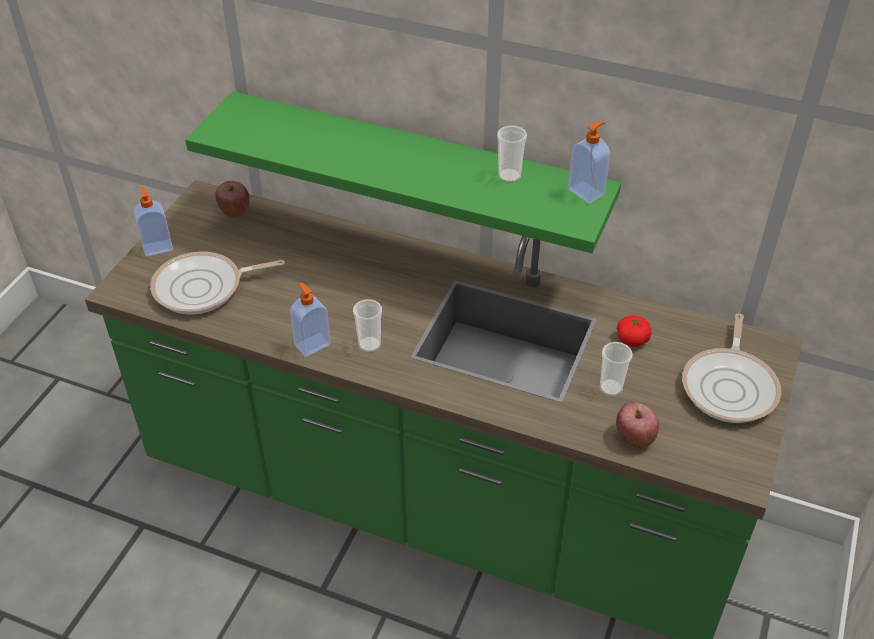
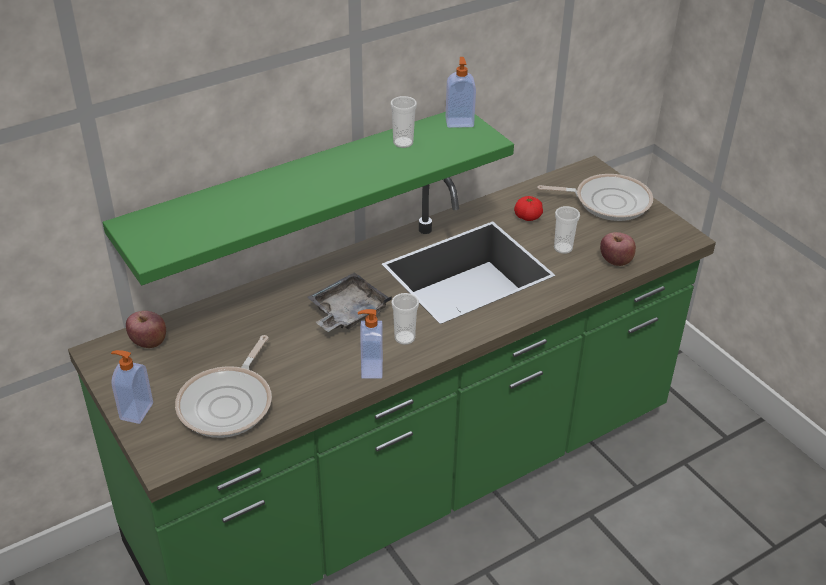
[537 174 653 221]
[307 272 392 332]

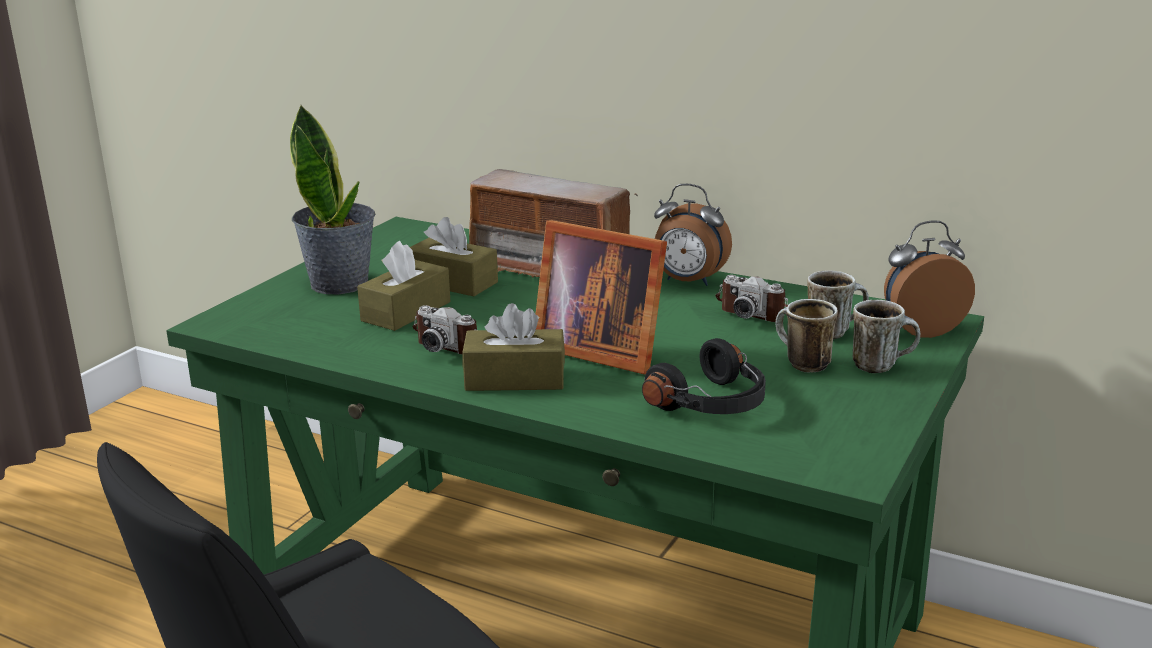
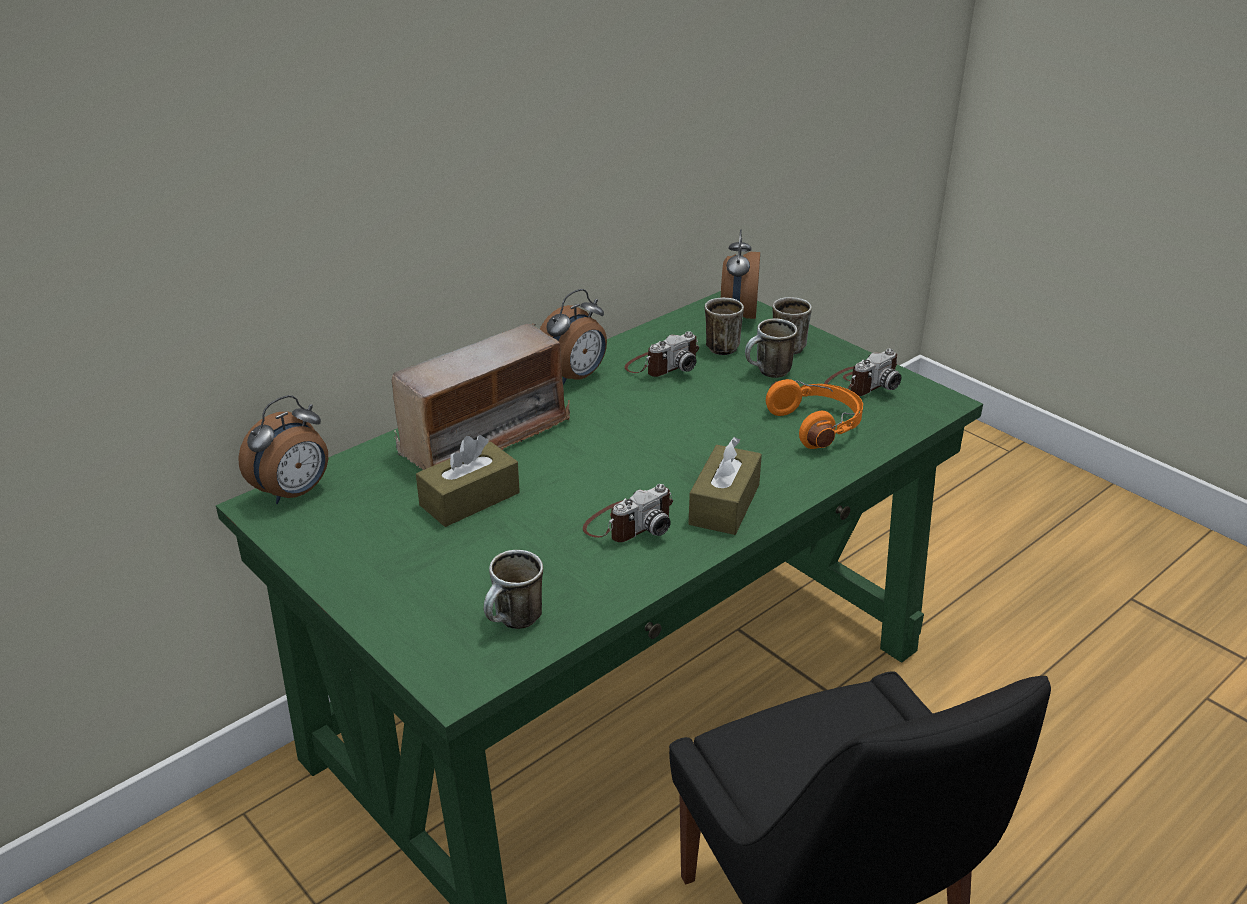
[290 105 375 294] (first image)
[536 220 667 374] (first image)
[357 241 451 331] (first image)
[766 379 863 449]
[824 349 901 396]
[238 395 328 504]
[484 550 543 629]

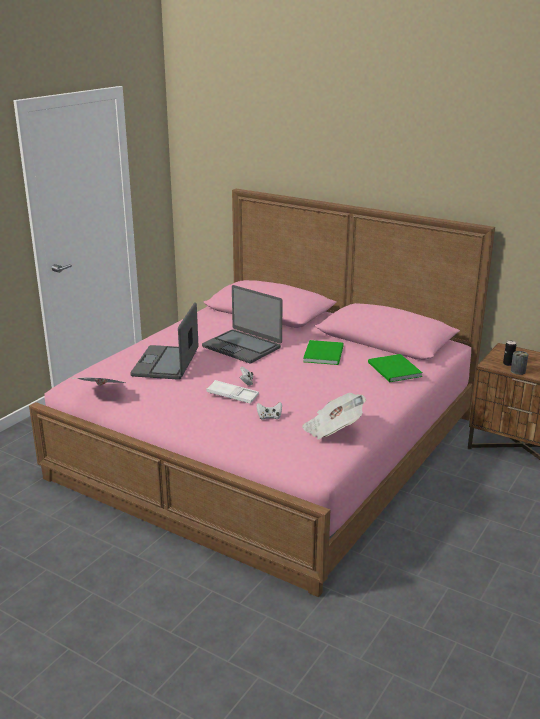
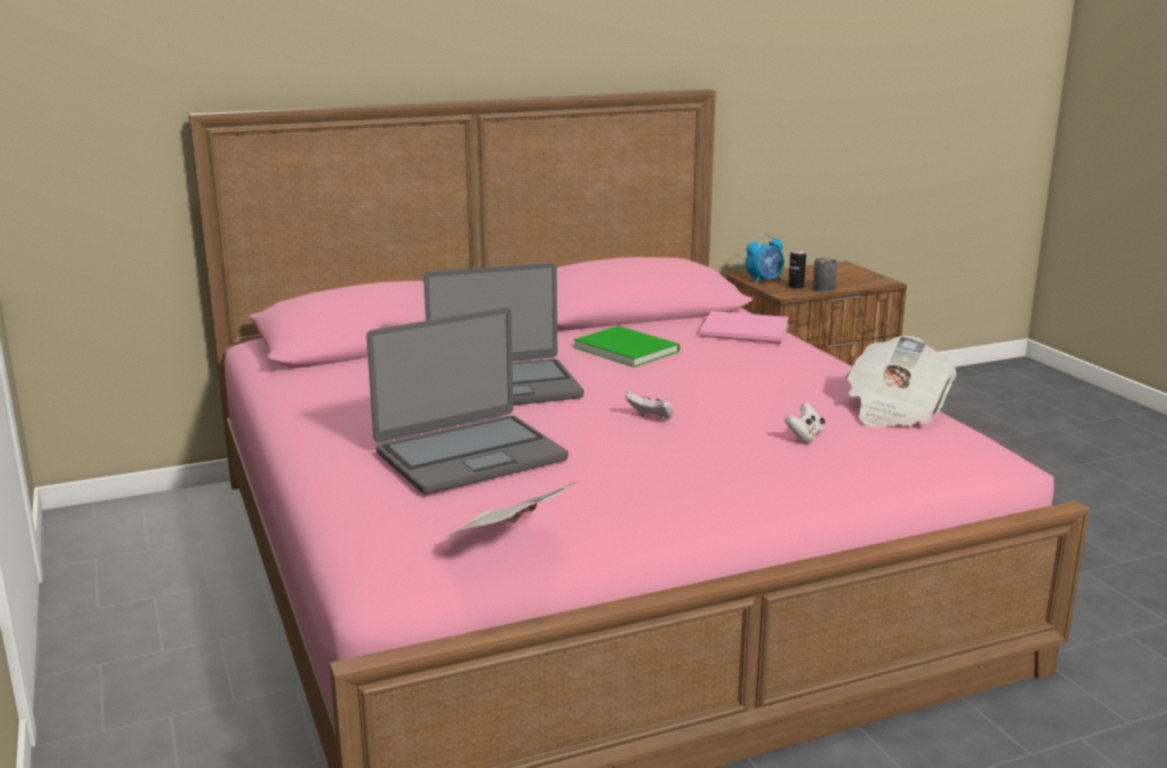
[367 307 568 495]
[700 311 789 343]
[206 380 259 404] (first image)
[746 233 784 284]

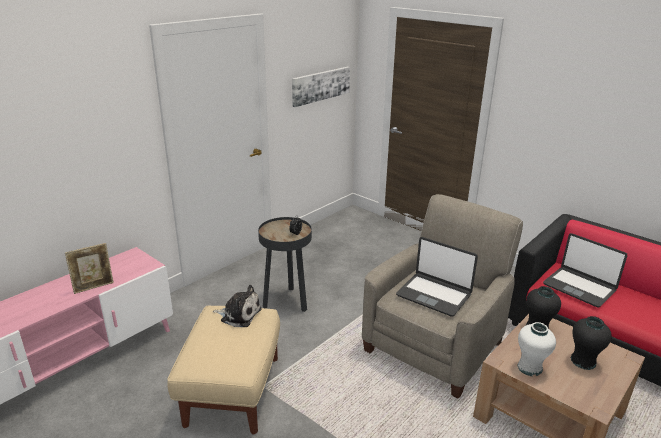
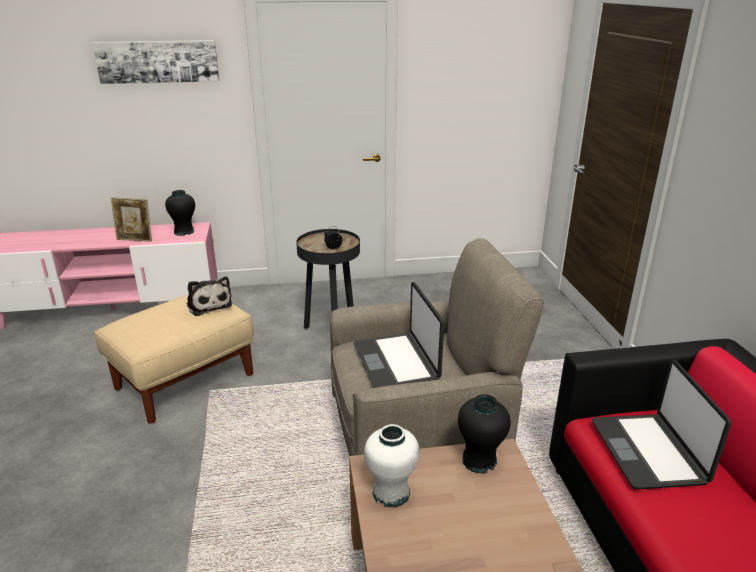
[92 40 219 84]
[165 190 195 236]

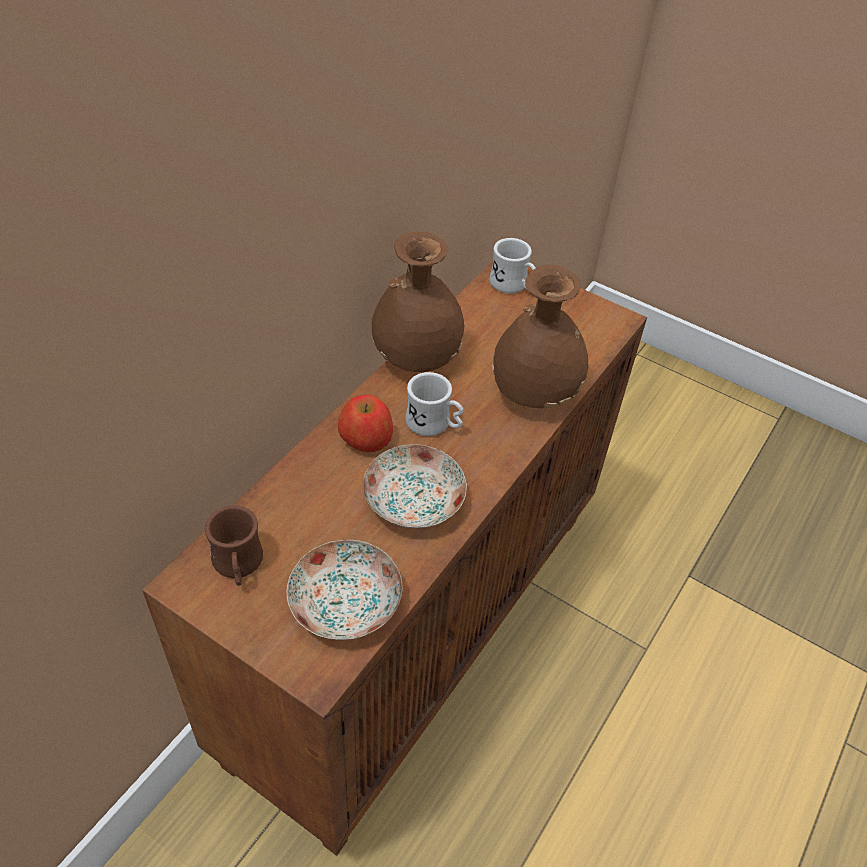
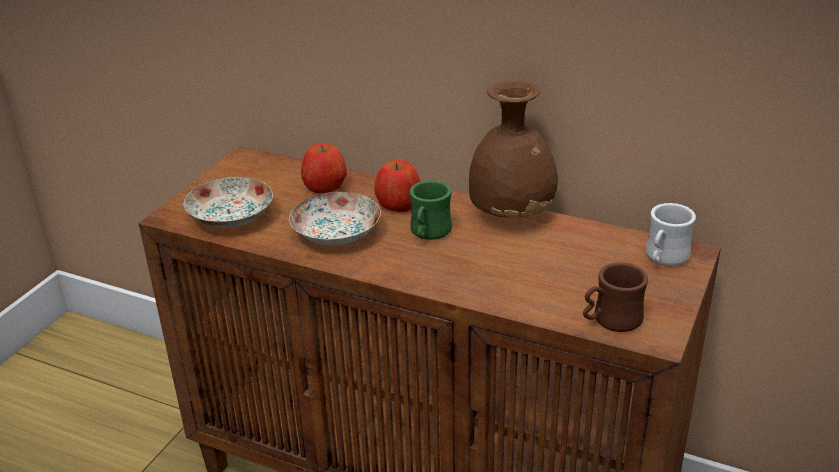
[493 265 588 408] (first image)
[410 180 452 240]
[583 262 648 332]
[301 143 347 193]

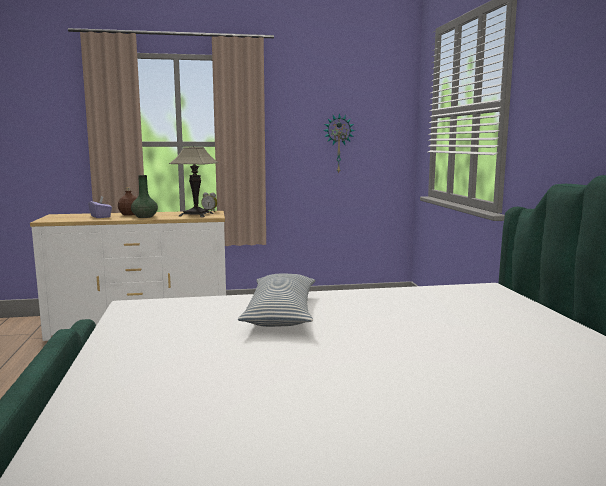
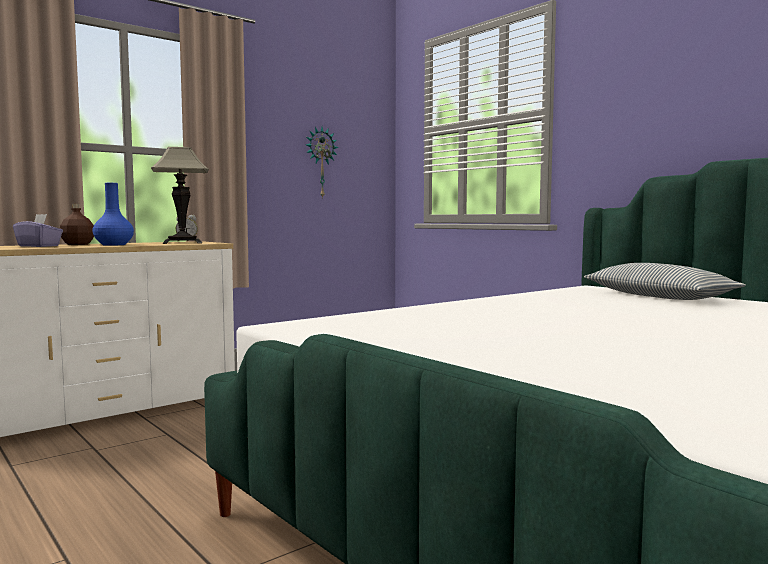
[92 183 134 246]
[584 263 746 300]

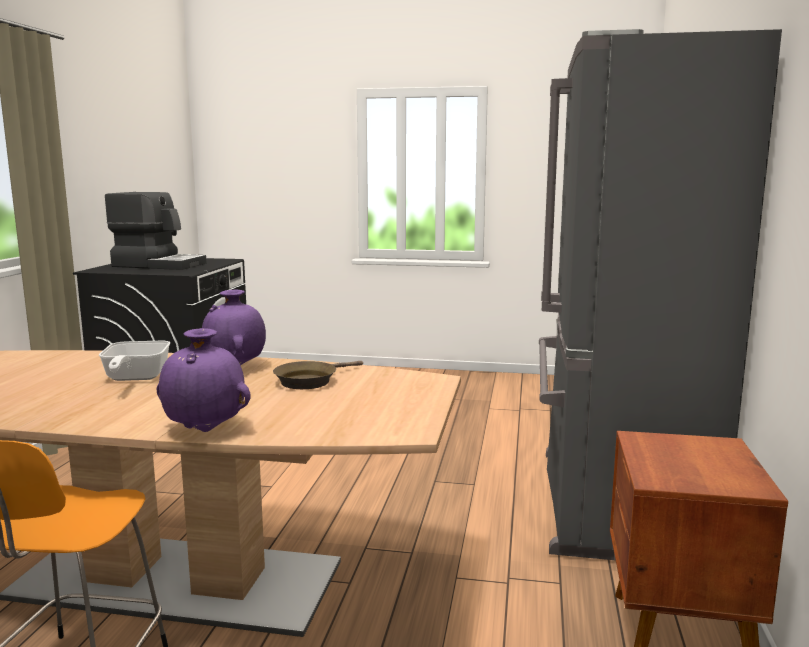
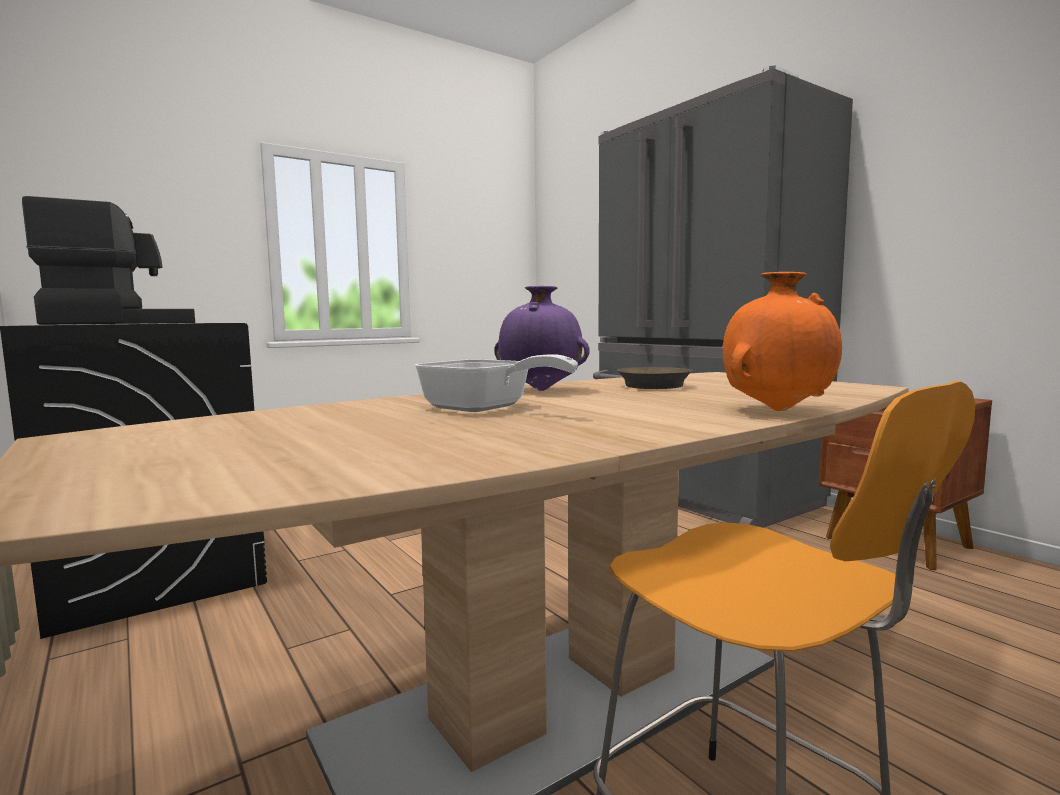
[723 272 842 411]

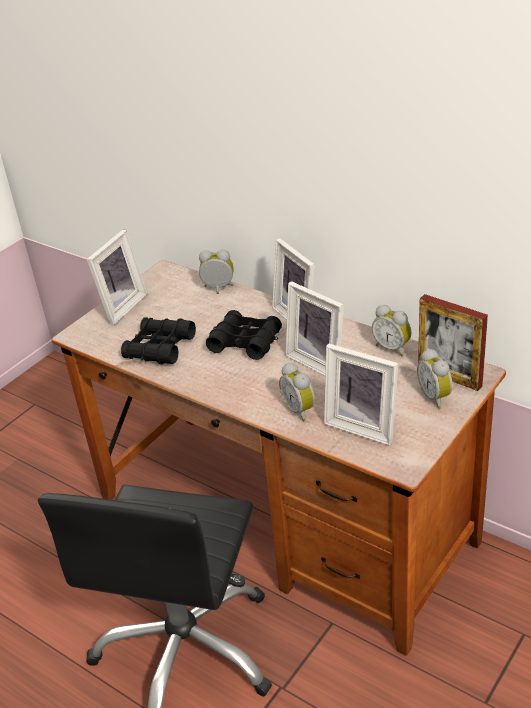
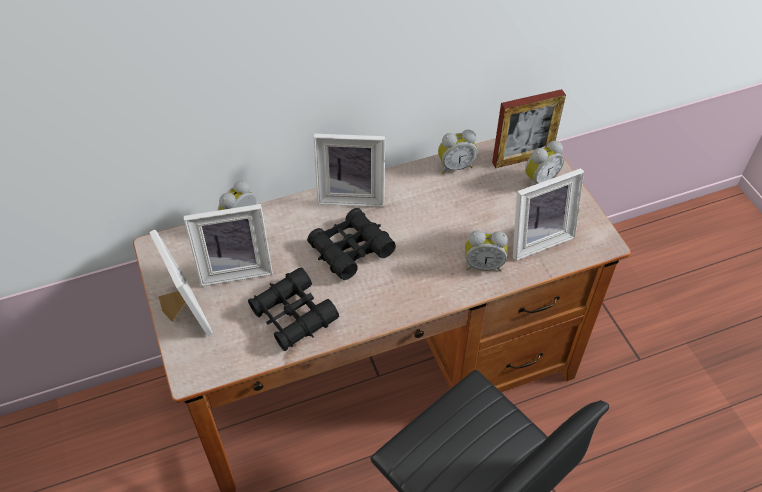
[183 204 273 286]
[525 141 564 186]

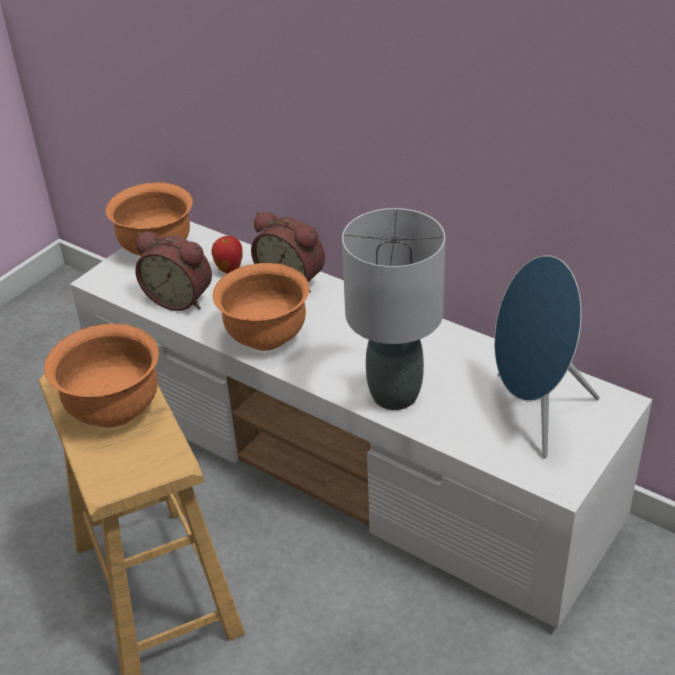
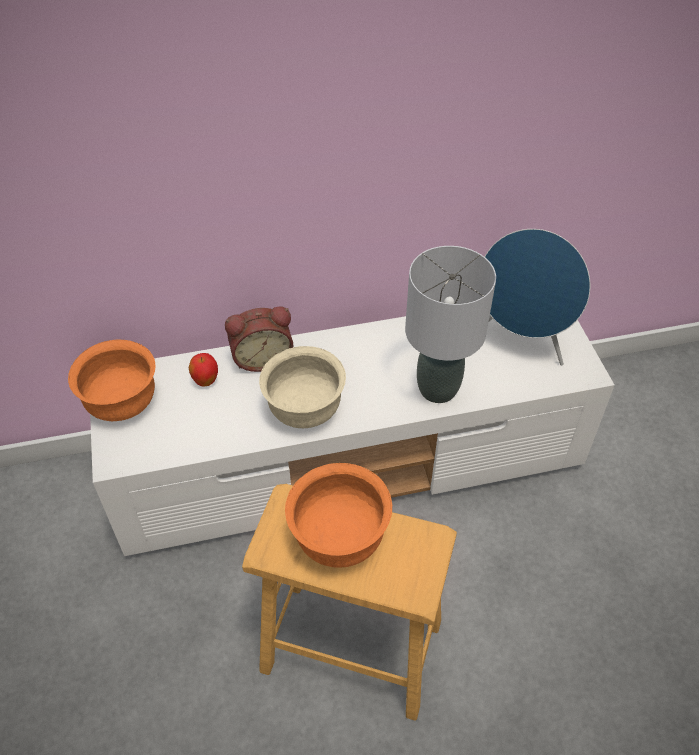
[135 232 212 311] (first image)
[259 346 346 428]

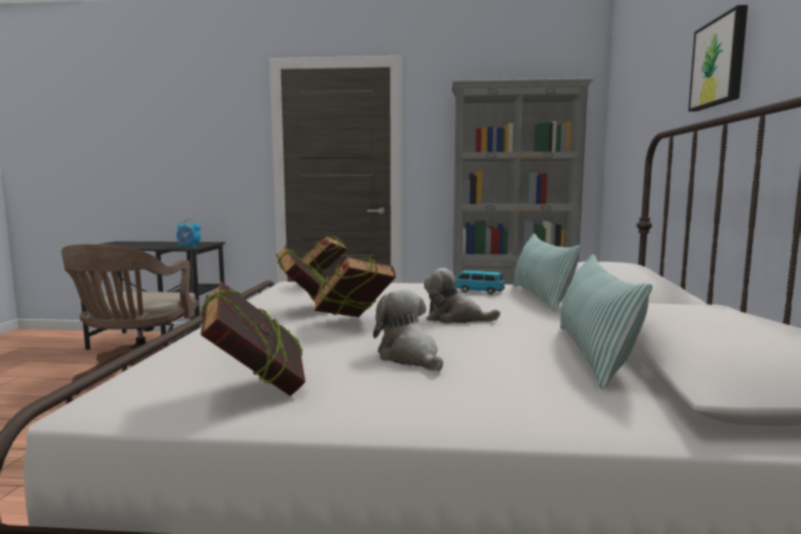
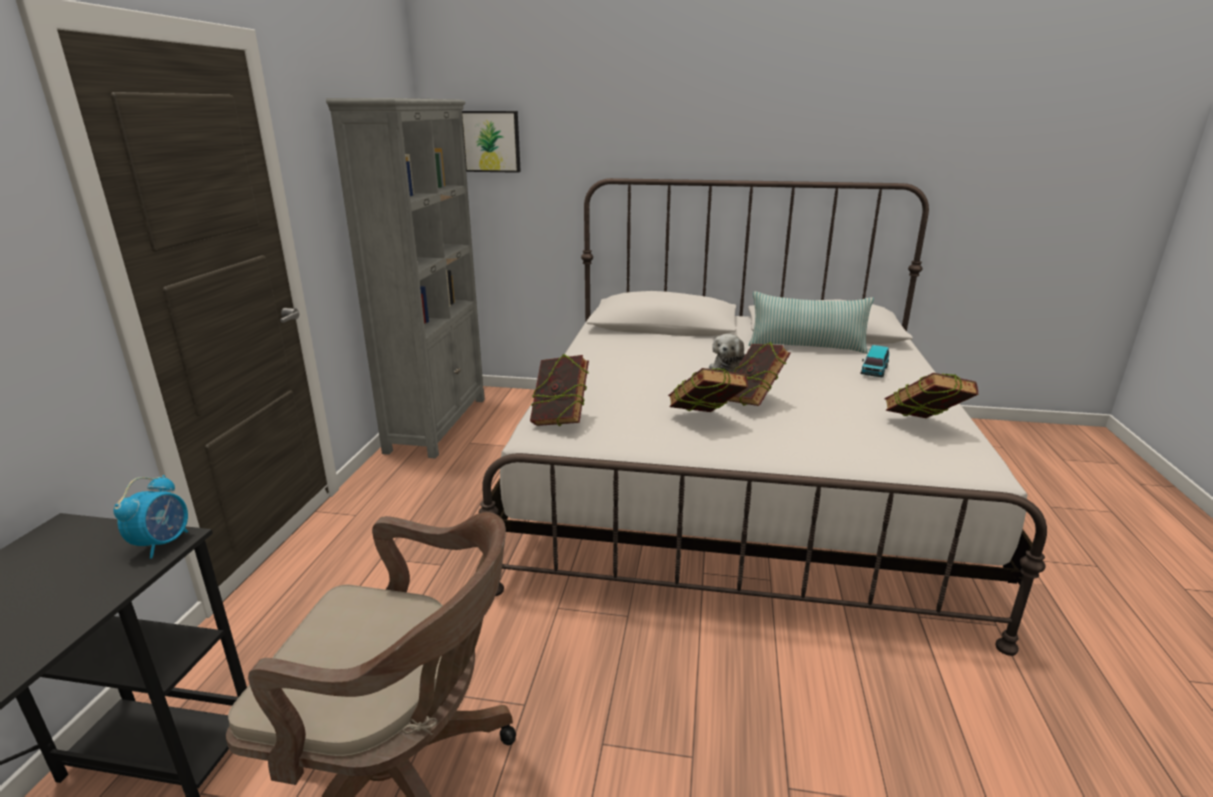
[462 111 521 173]
[513 234 581 312] (first image)
[860 345 889 378]
[373 290 443 371] (first image)

